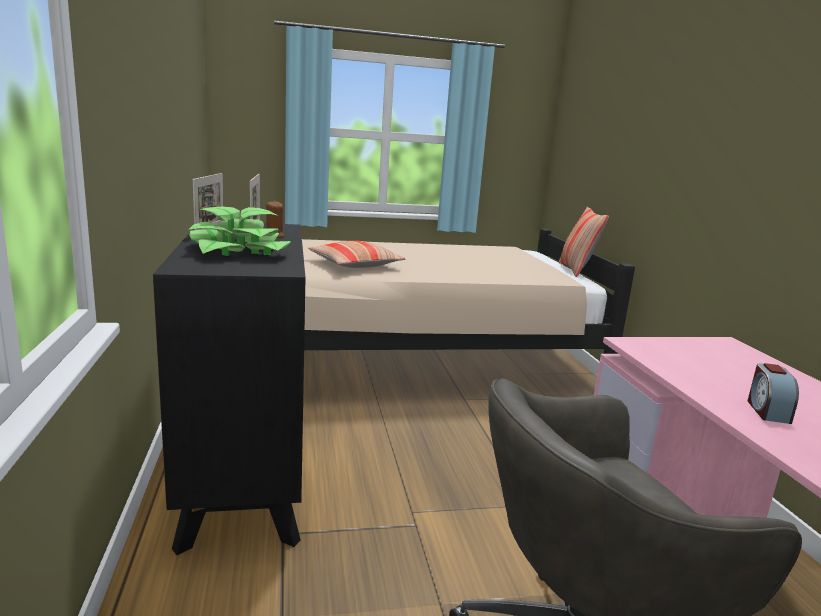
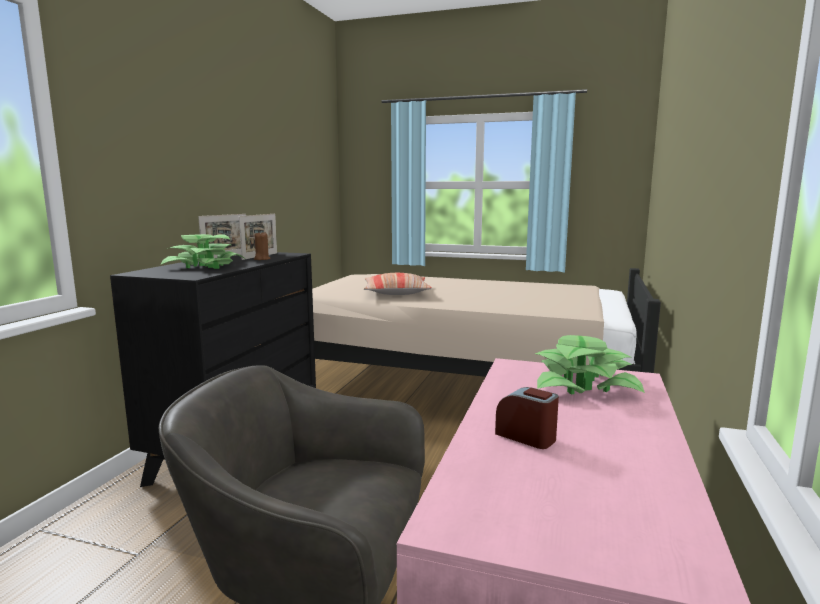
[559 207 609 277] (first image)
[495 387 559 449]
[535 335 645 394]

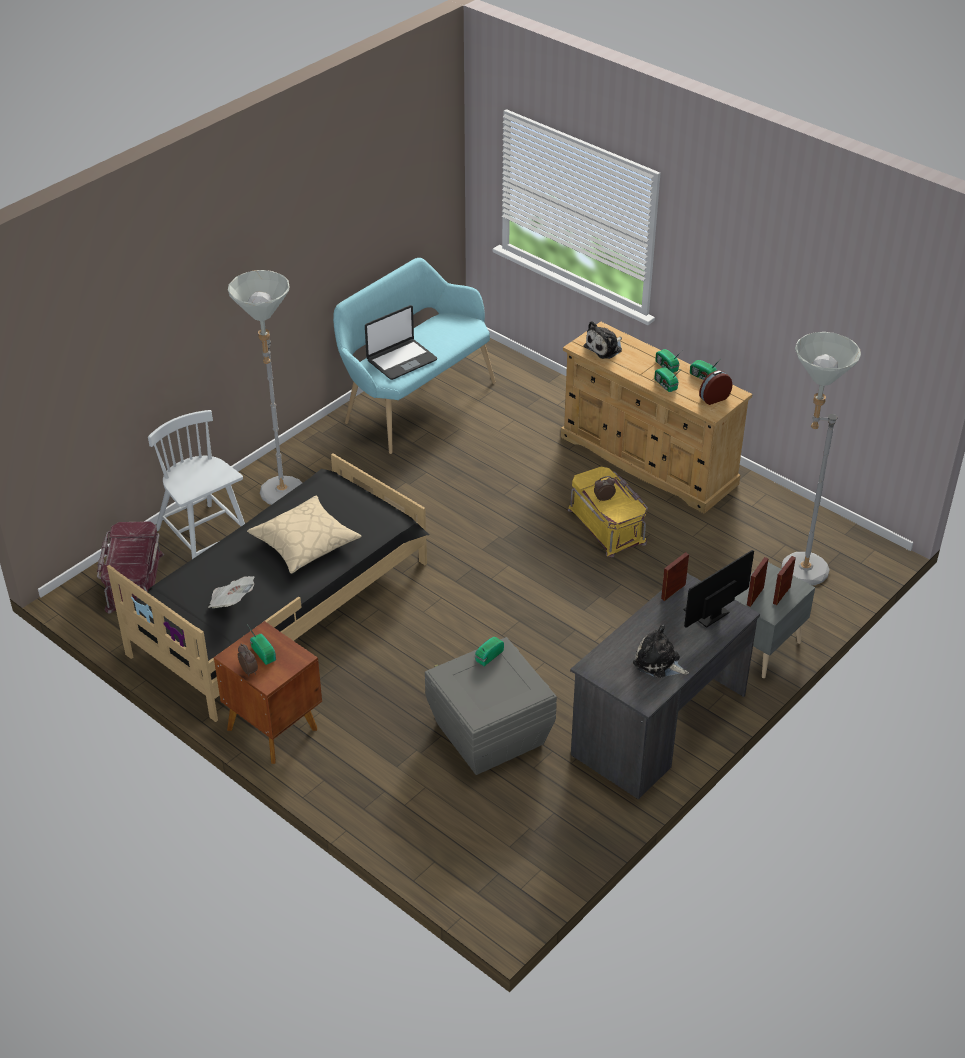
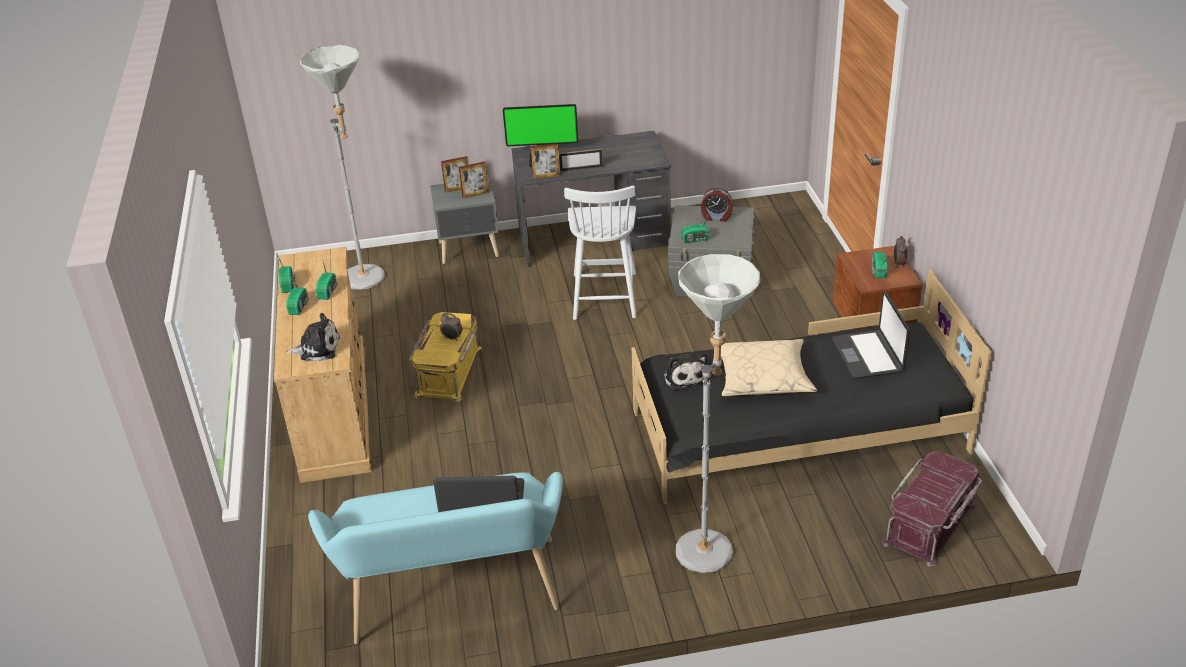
[701 188 733 222]
[564 185 637 320]
[832 291 910 379]
[663 353 707 390]
[559 148 604 172]

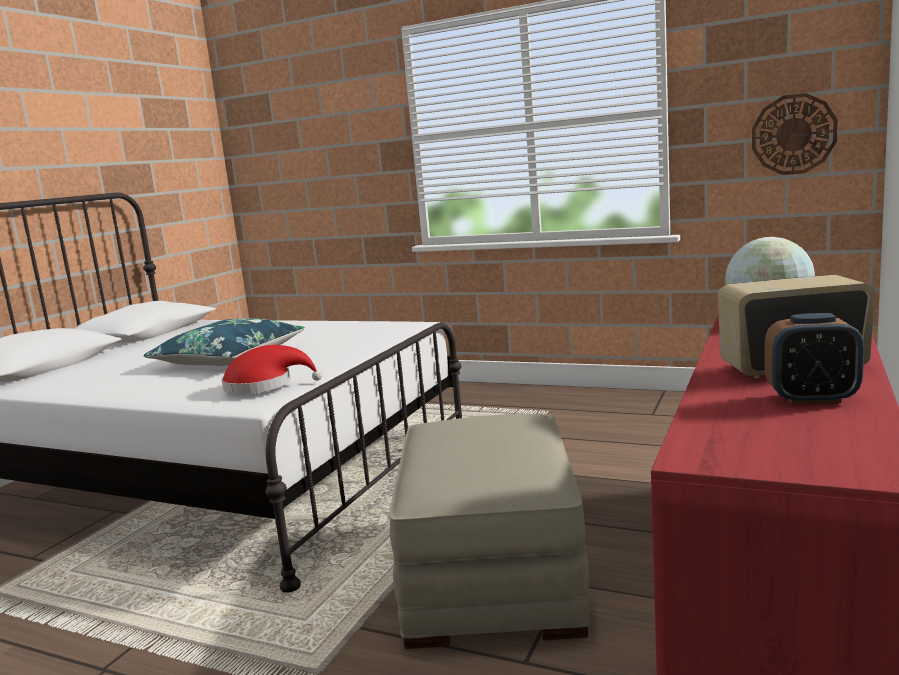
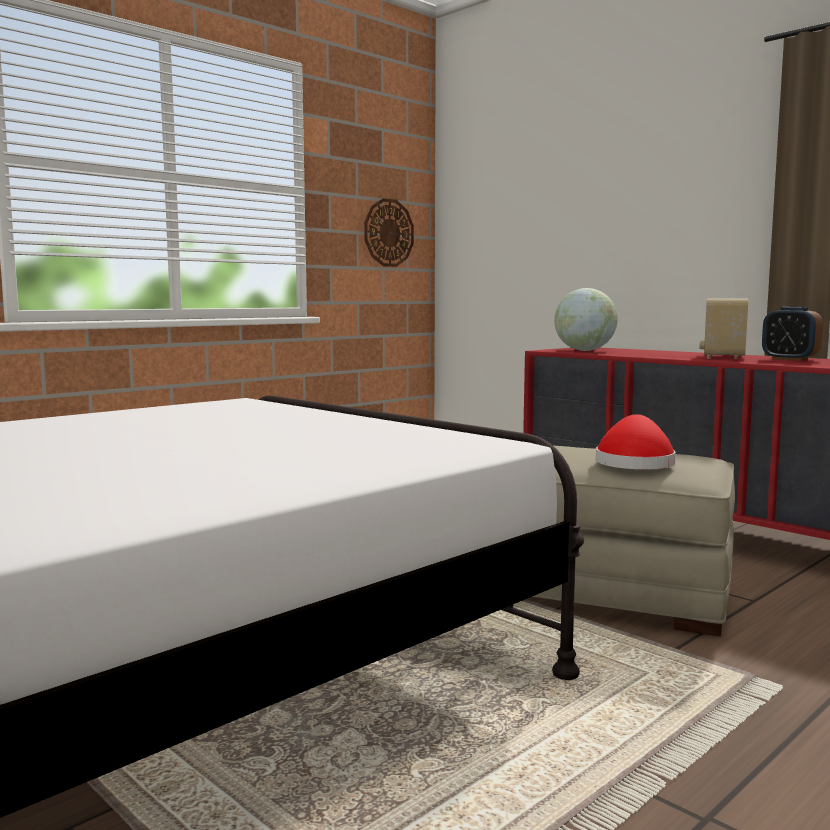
[762 307 823 361]
[143 318 305 366] (first image)
[596 414 676 469]

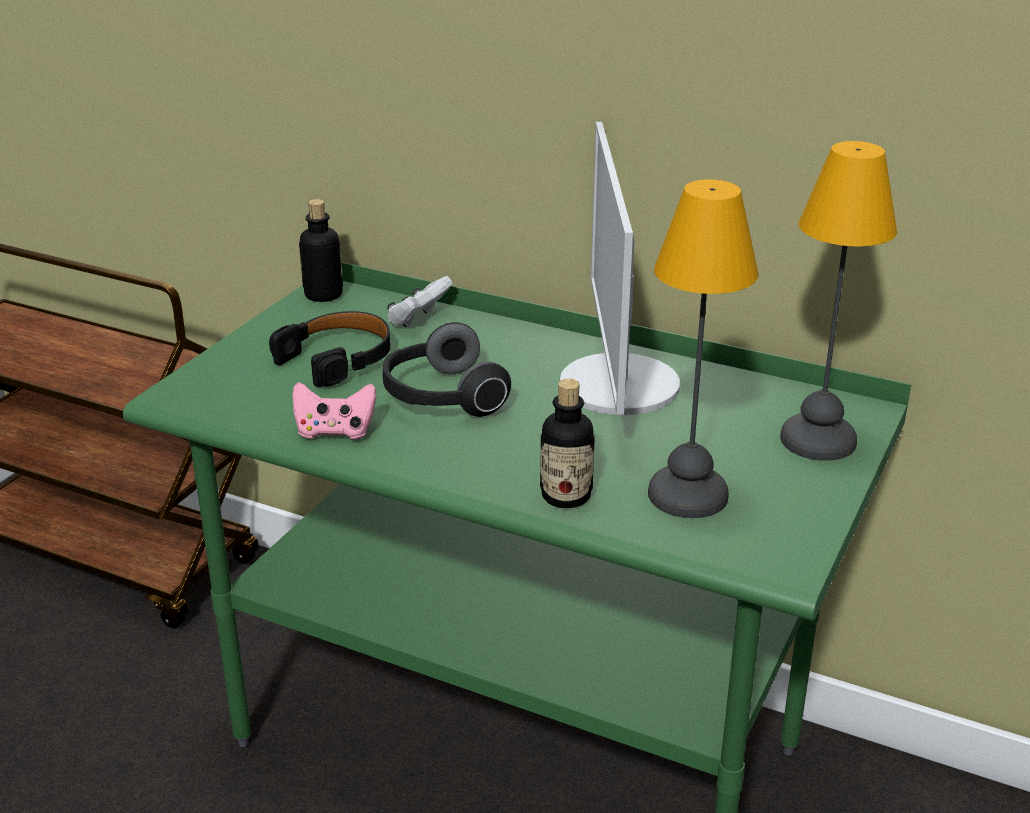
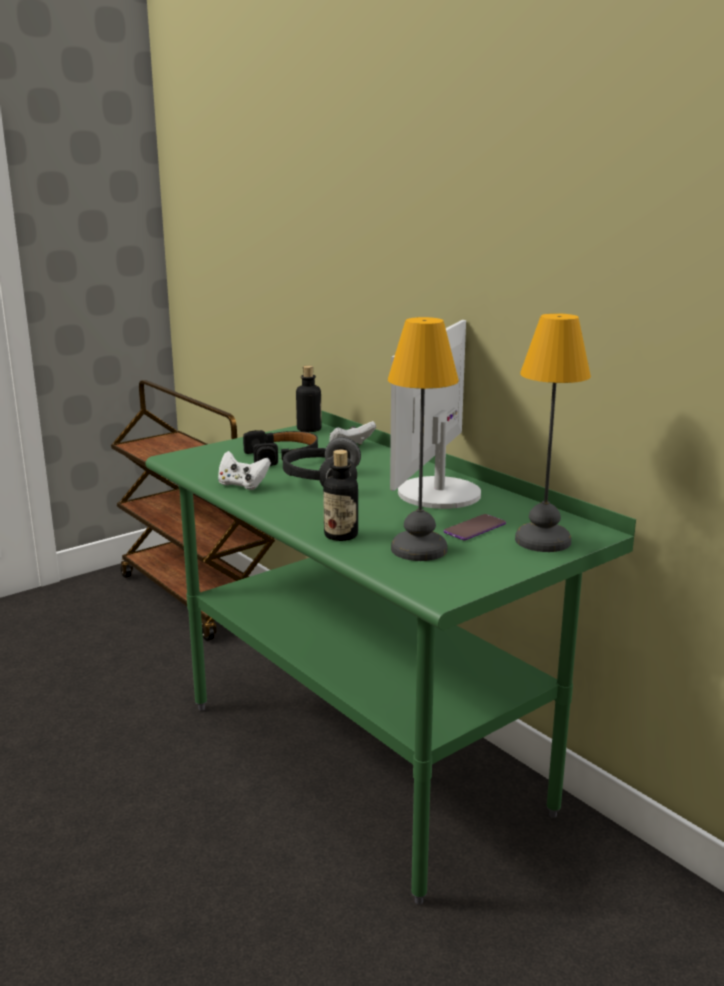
[218 451 271 490]
[444 514 506 540]

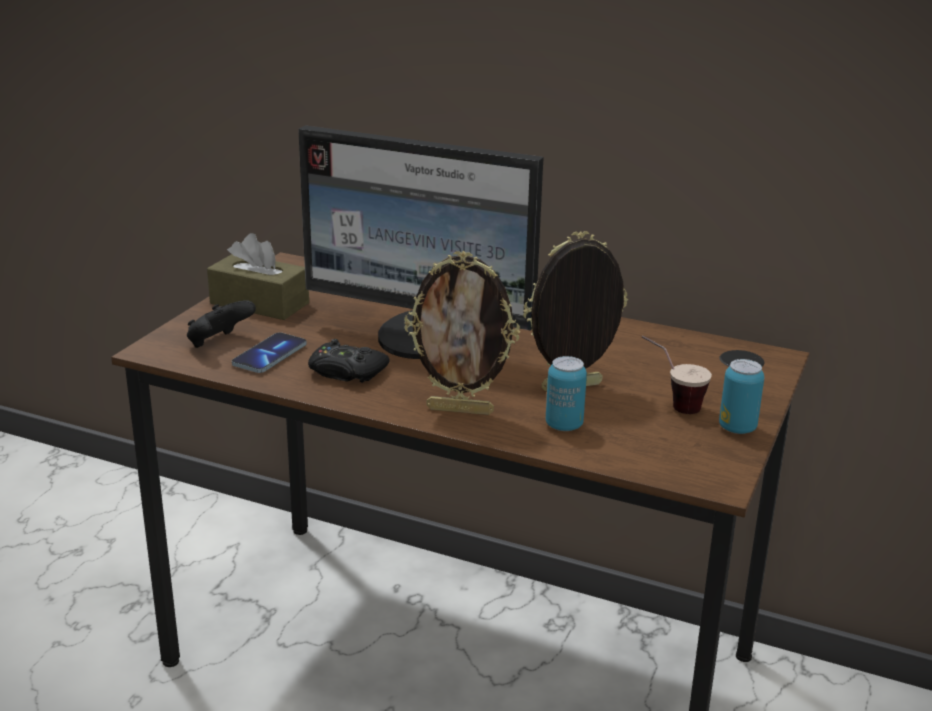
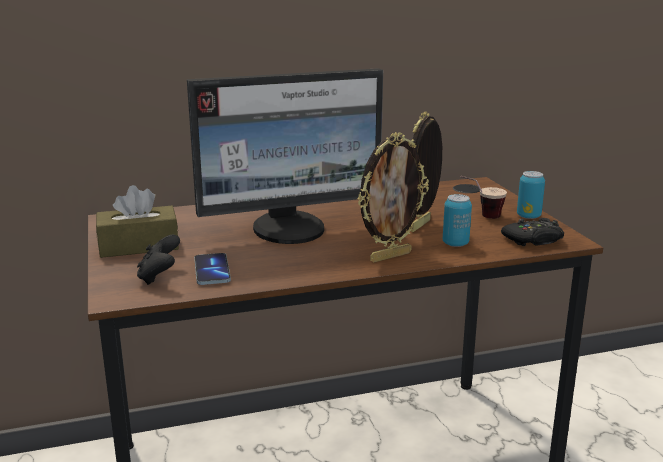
[501 218 564 246]

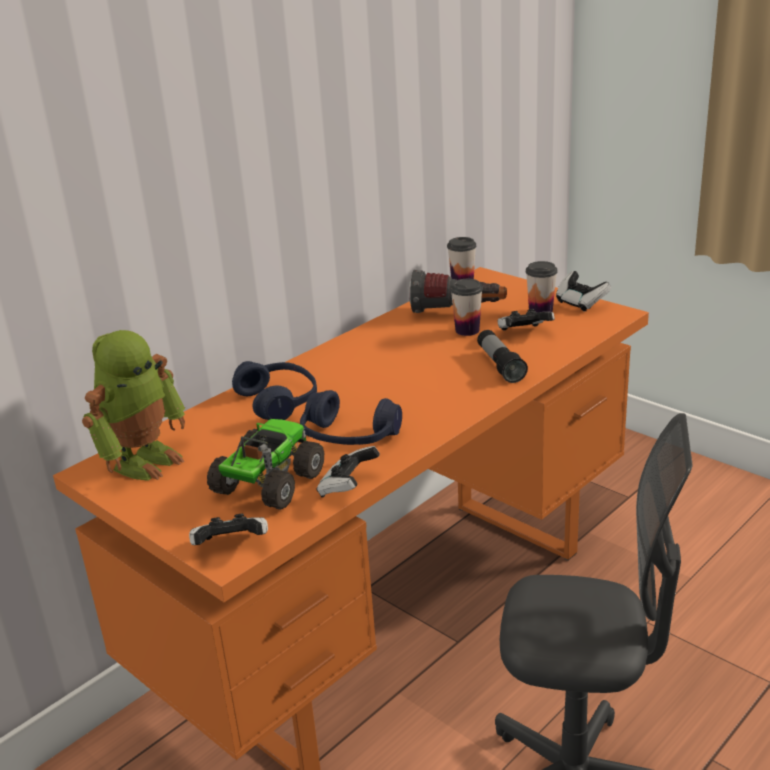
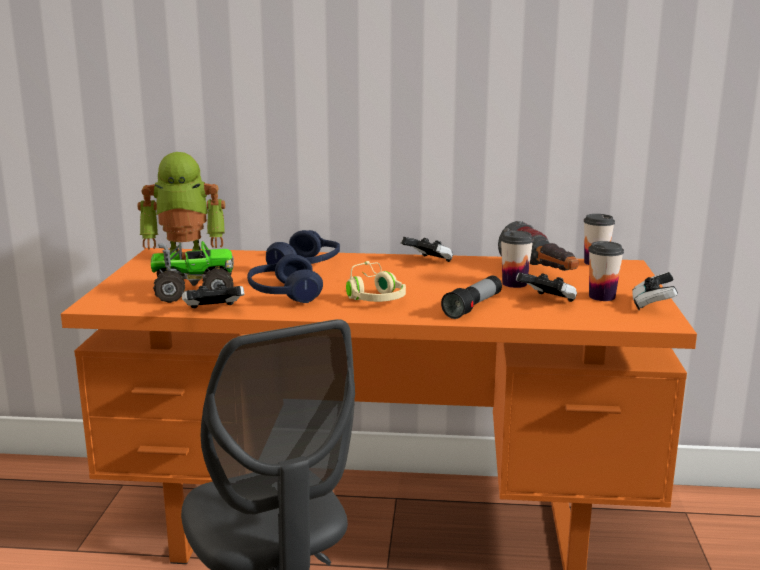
[401 237 453 262]
[346 261 406 302]

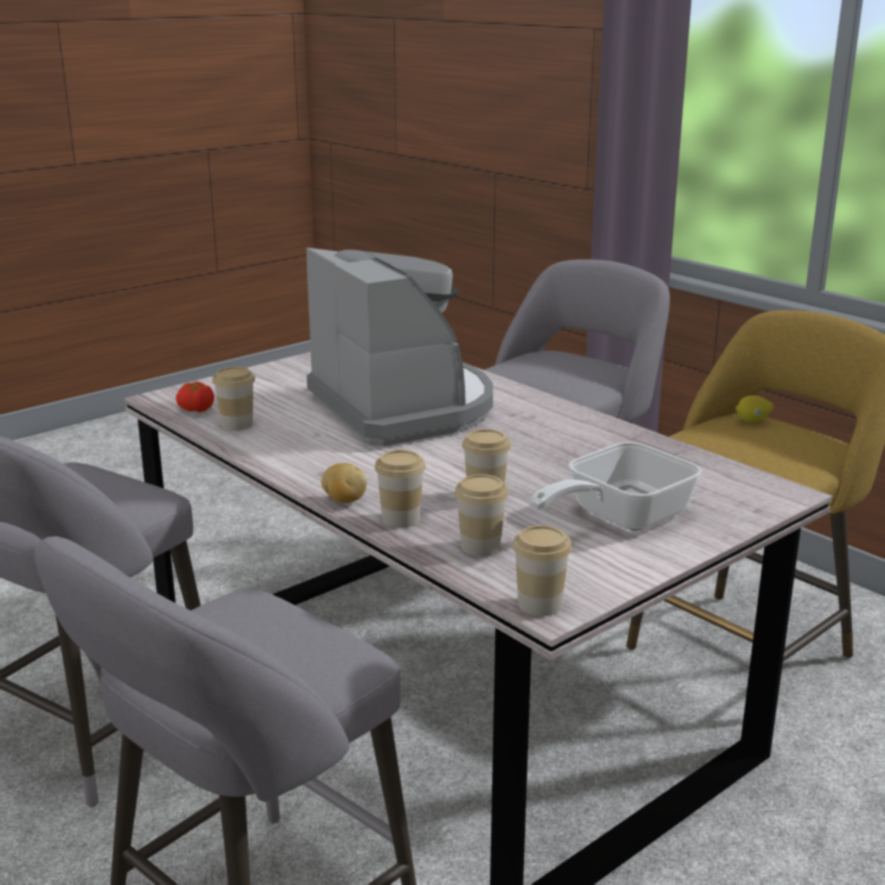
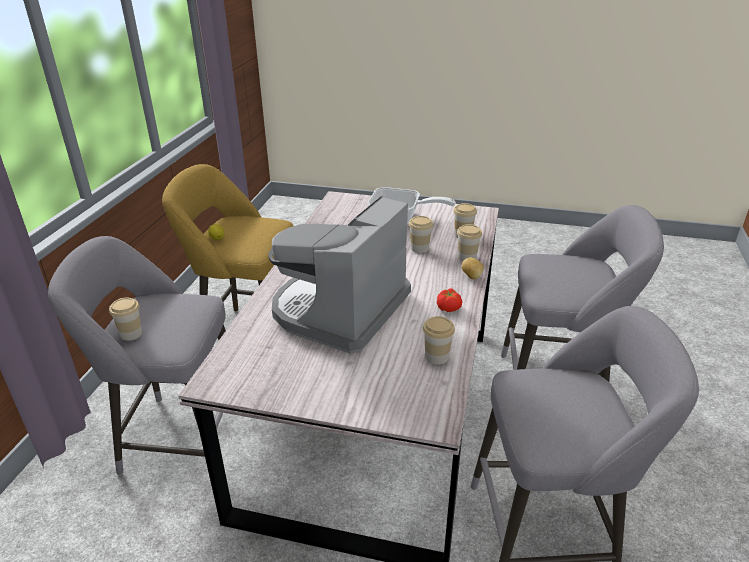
[437 288 462 312]
[109 298 142 341]

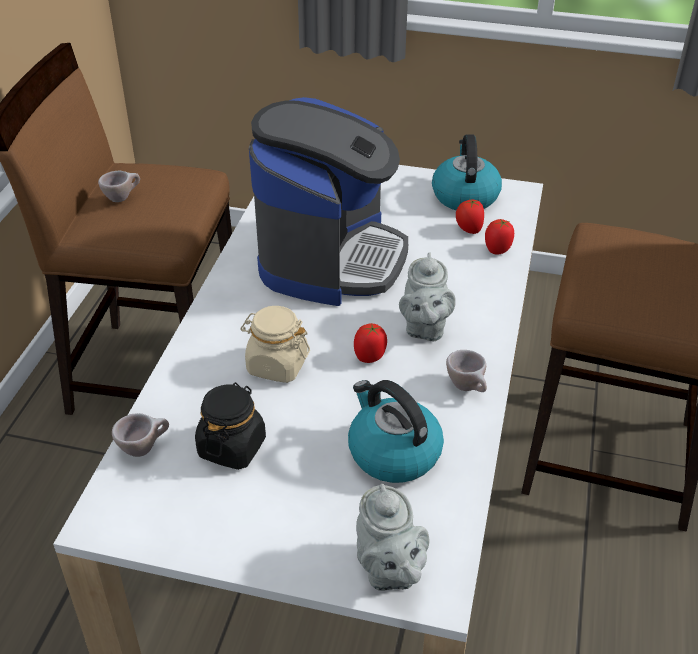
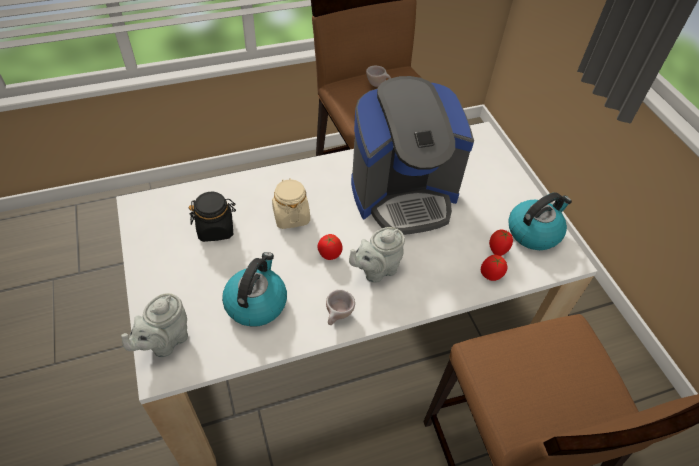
[112 413 169 457] (first image)

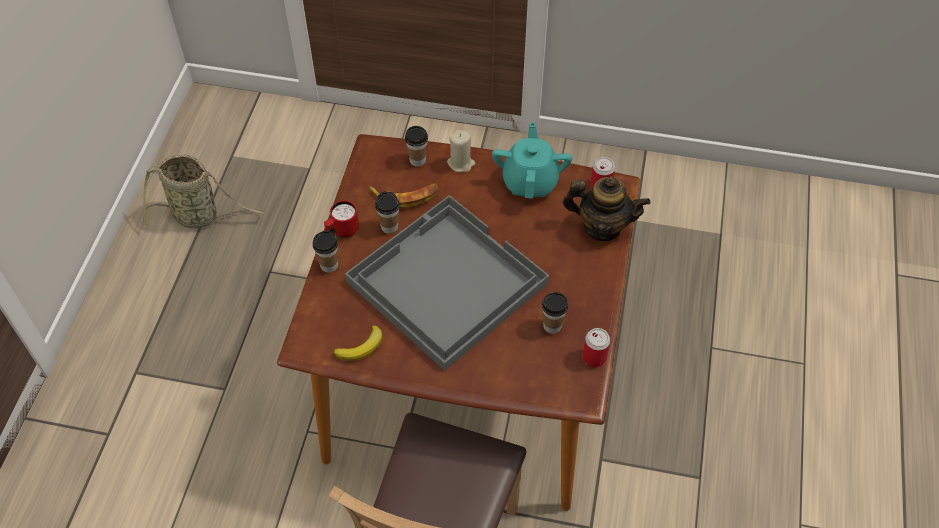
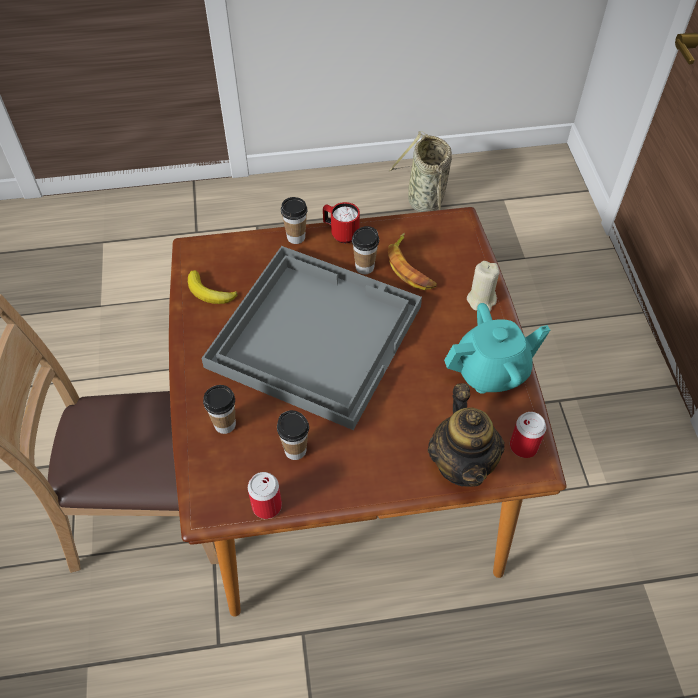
[203 385 236 434]

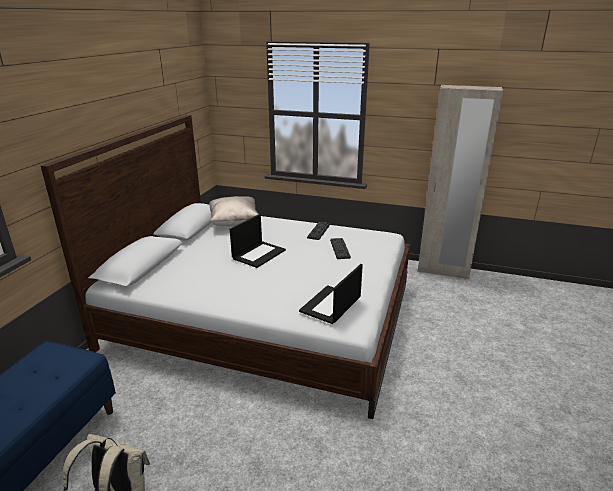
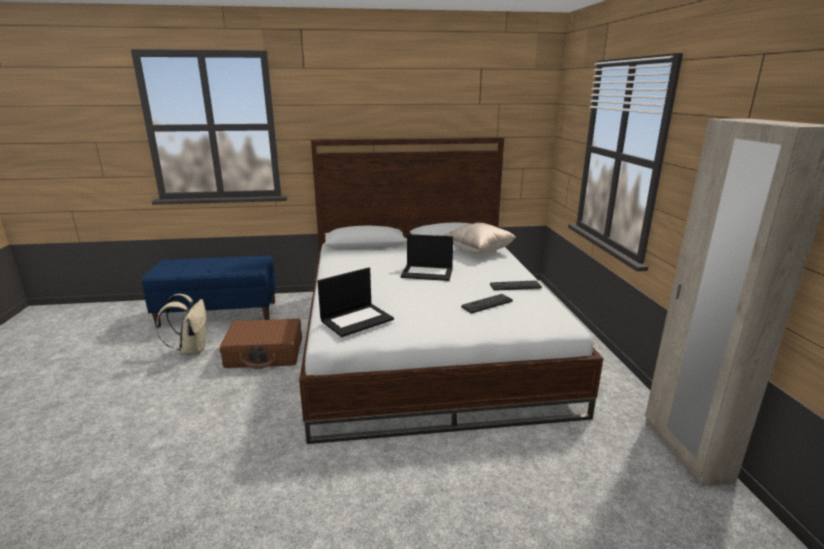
[317 267 394 337]
[220 318 302 369]

